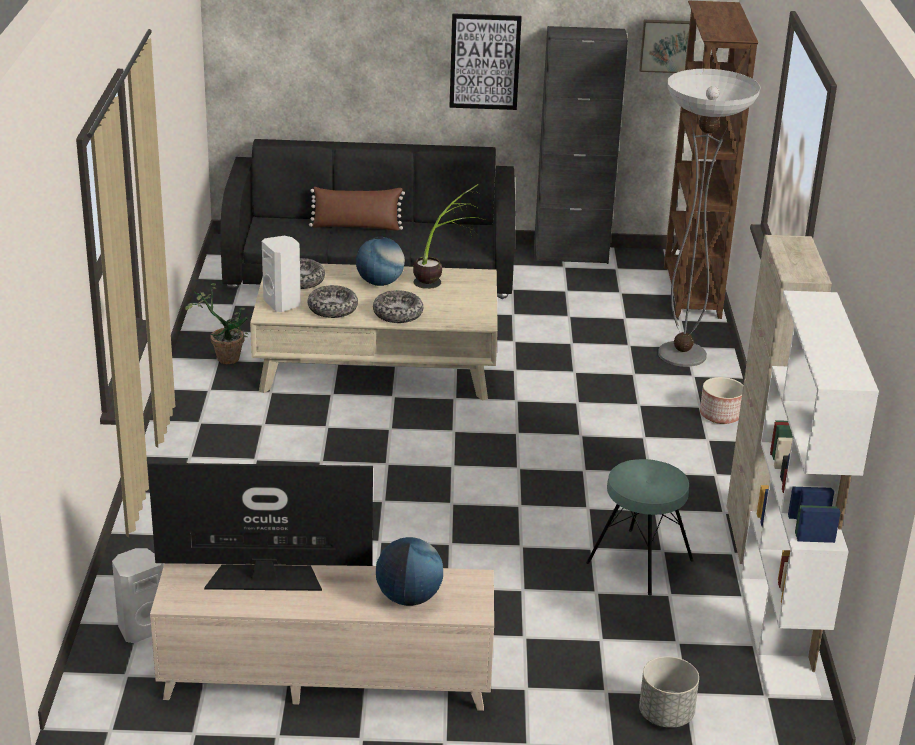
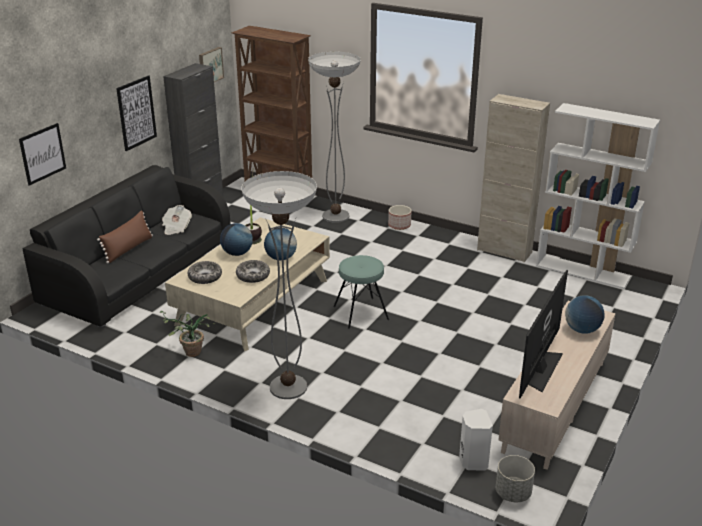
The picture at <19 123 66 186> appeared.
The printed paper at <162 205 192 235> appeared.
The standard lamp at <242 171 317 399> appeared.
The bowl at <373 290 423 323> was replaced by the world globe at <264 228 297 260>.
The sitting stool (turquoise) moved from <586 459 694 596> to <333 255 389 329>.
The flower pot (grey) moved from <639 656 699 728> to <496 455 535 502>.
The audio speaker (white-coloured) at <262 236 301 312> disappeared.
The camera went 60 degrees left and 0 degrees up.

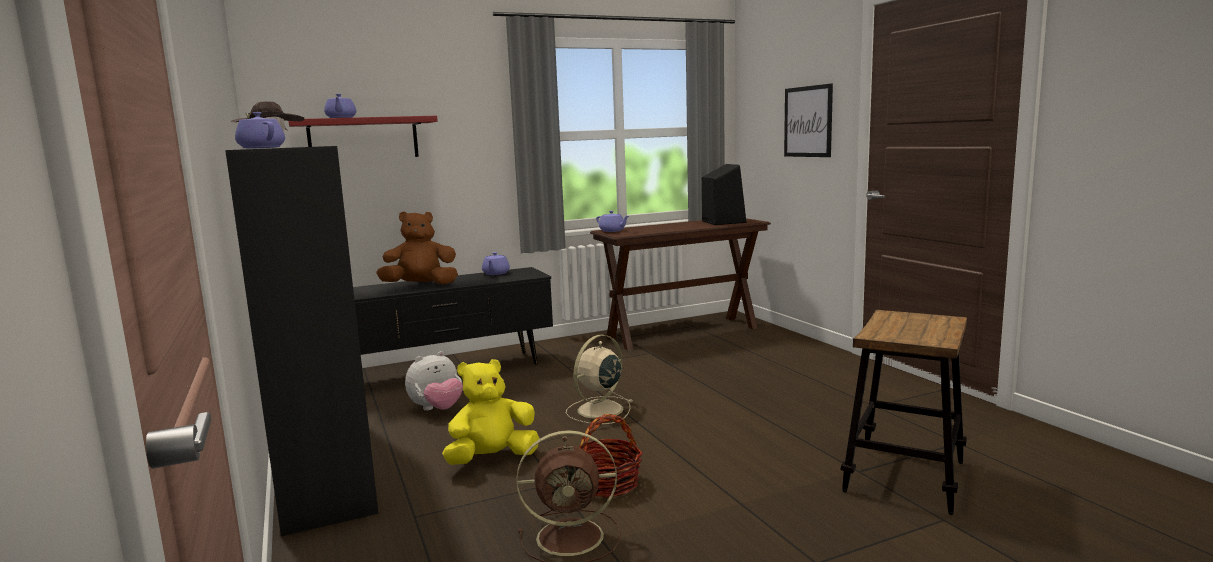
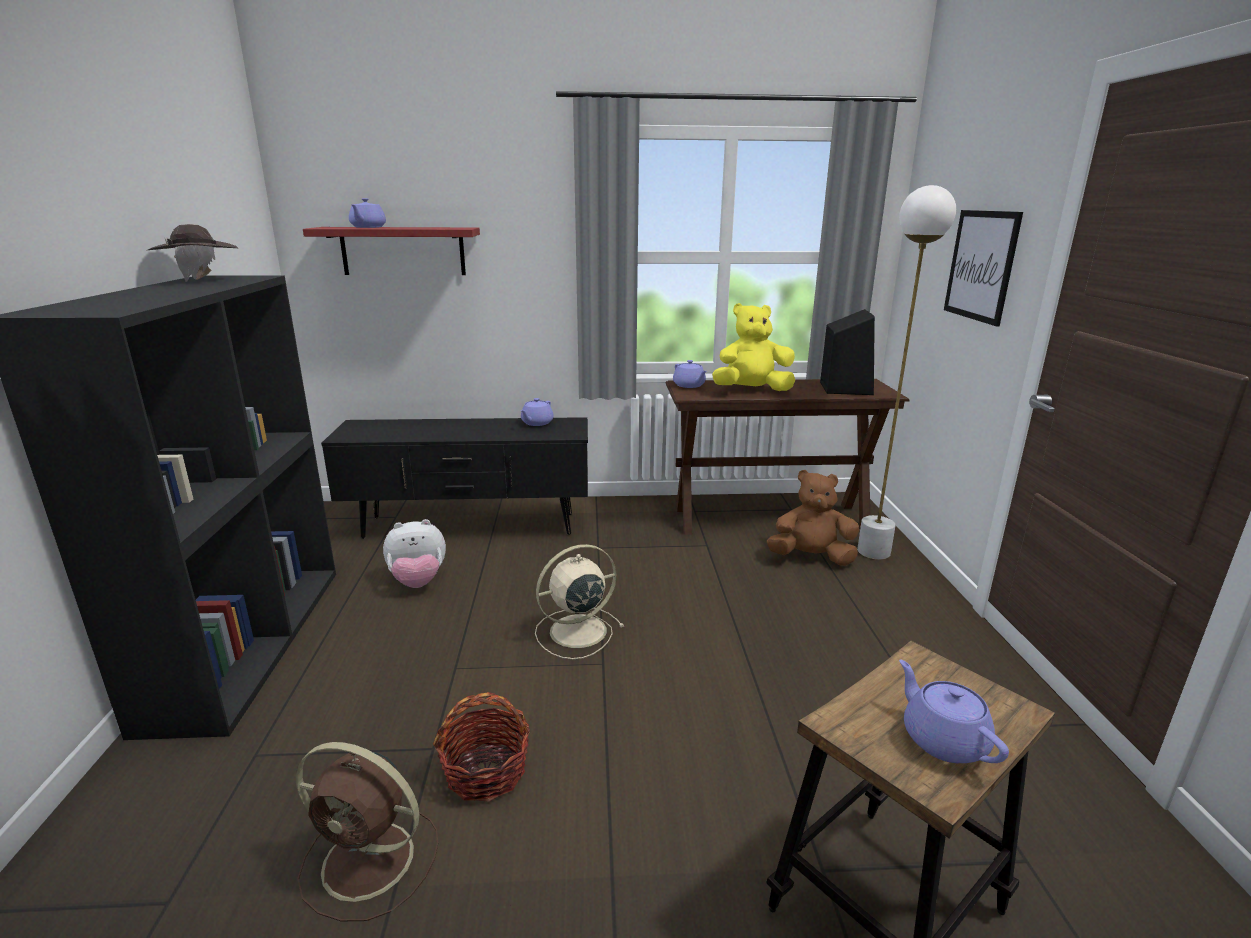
The cuddly toy (yellow-coloured) moved from <442 359 539 465> to <712 303 795 391>.
The cuddly toy (brown) moved from <376 211 458 285> to <767 470 859 566>.
The standard lamp (white-coloured) at <857 185 956 560> appeared.
The tea pot (purple-coloured) moved from <235 112 285 149> to <899 659 1009 763>.
The camera went 20 degrees right and 10 degrees up.

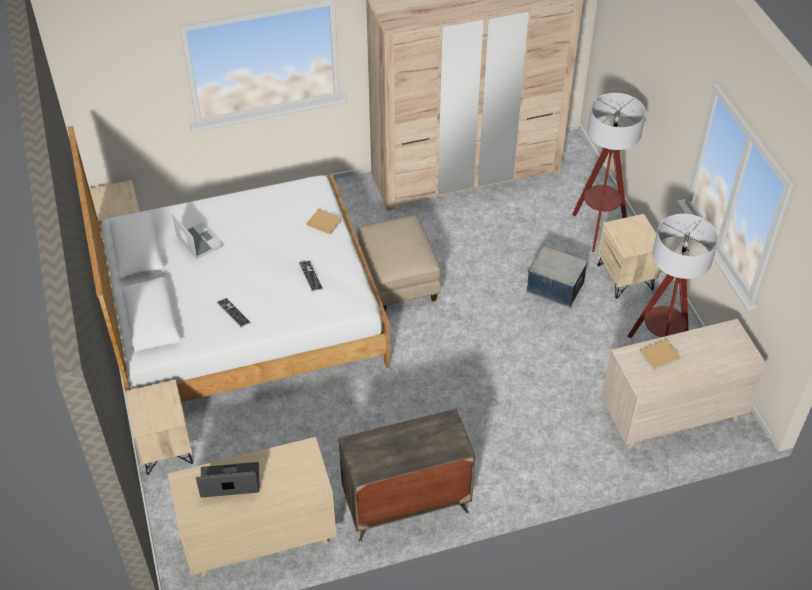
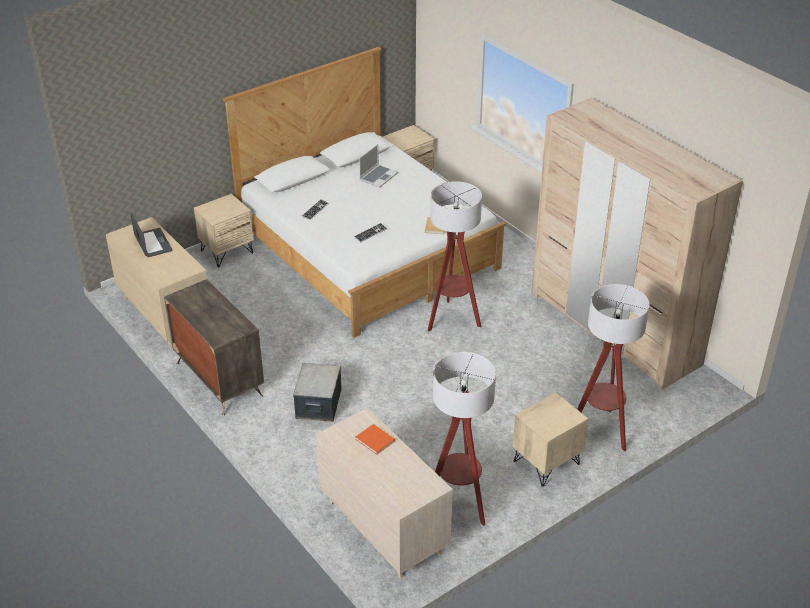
The storage bin moved from <527 246 588 308> to <293 363 342 422>.
The bound book (sand-coloured) at <640 340 680 370> became the bound book (orange) at <355 424 395 455>.
The footrest (sand-coloured) at <357 215 441 312> was replaced by the standard lamp at <428 181 482 331>.
The camera went 70 degrees right and 10 degrees down.

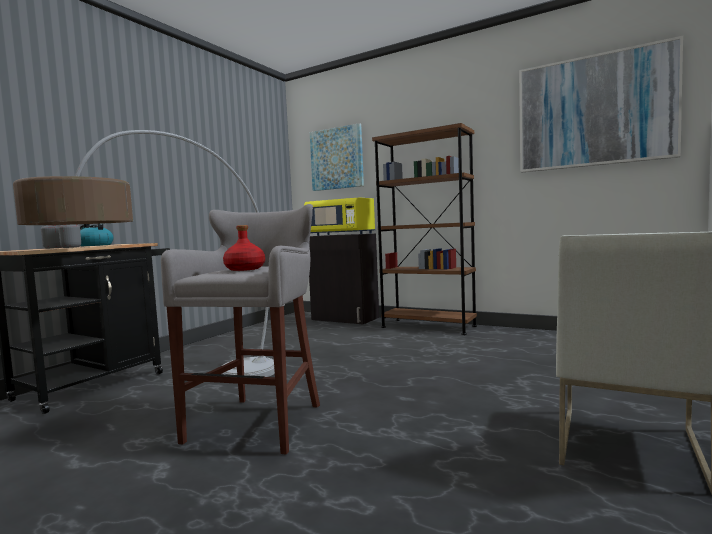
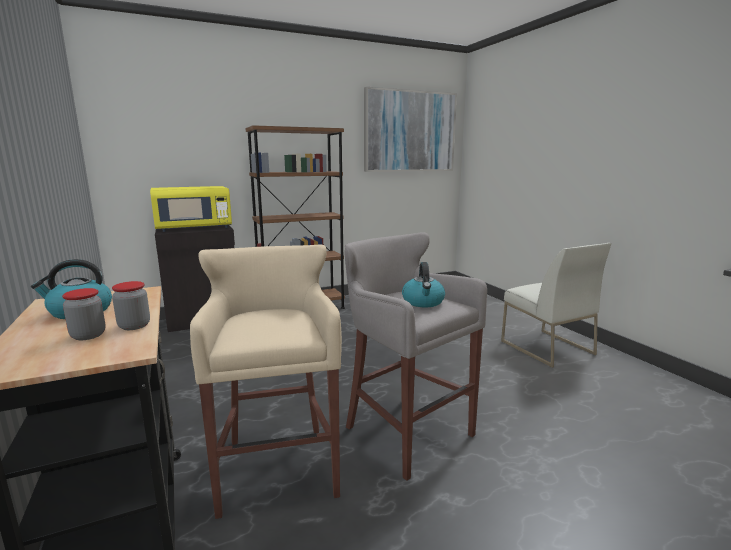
The standard lamp at <13 130 275 377> was replaced by the sitting stool (sand-coloured) at <190 244 342 519>.
The drink bottle (red) at <223 225 265 271> was replaced by the kettle at <402 262 445 307>.
The picture at <310 123 364 191> disappeared.
The camera went 55 degrees left and 10 degrees up.

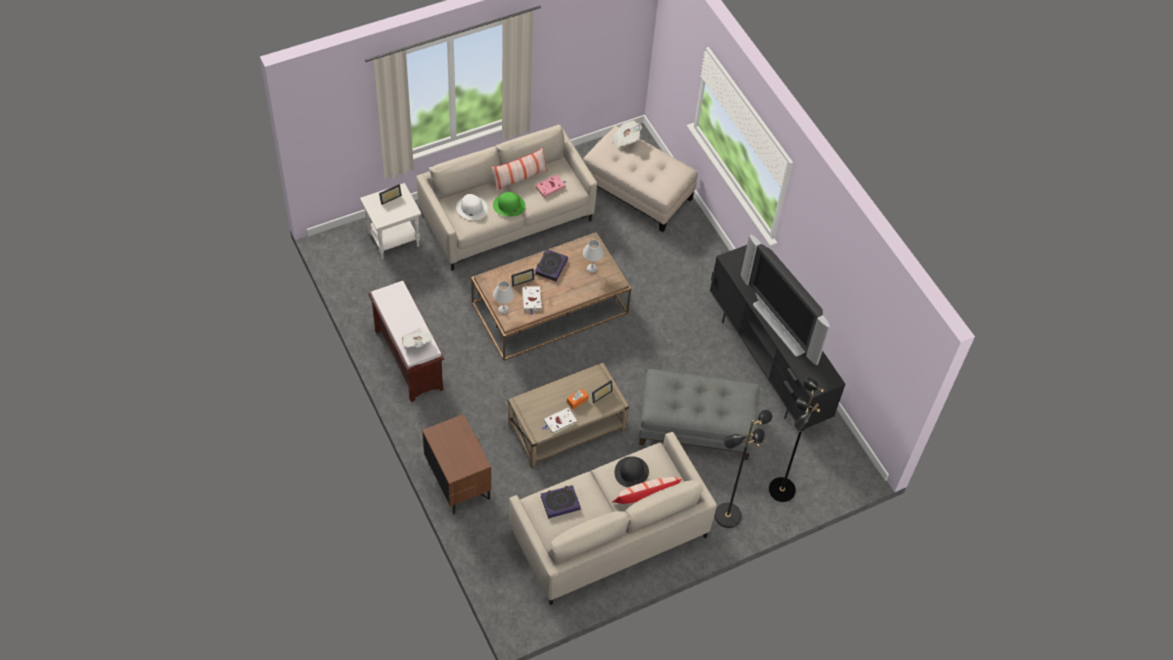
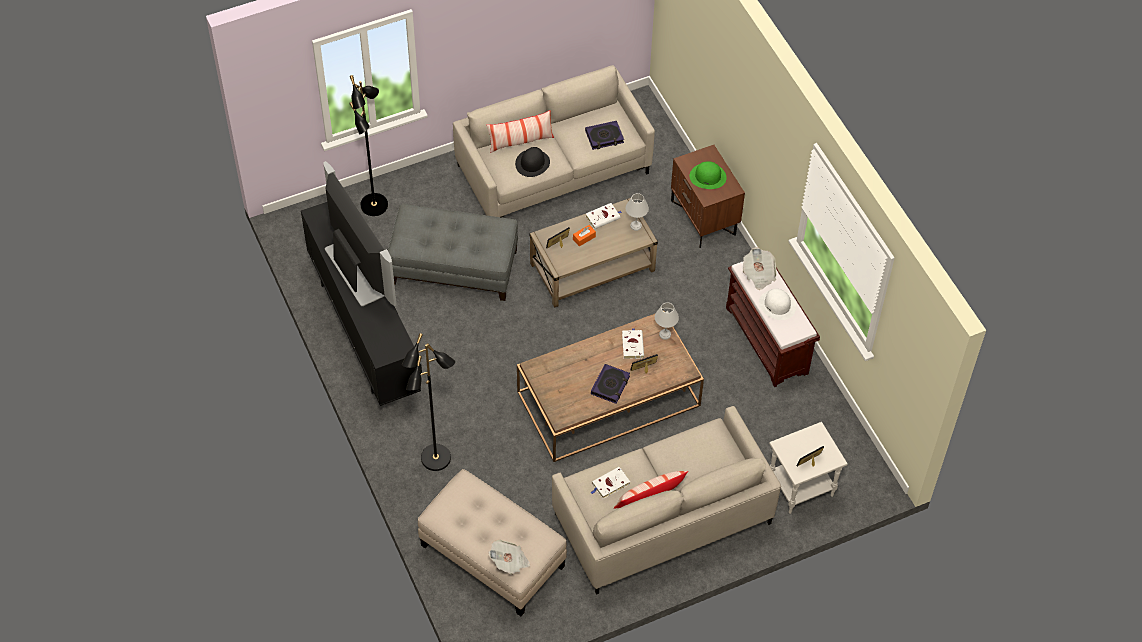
The standard lamp (black) moved from <714 410 772 528> to <402 333 455 471>.
The bound book (pink-coloured) at <535 174 566 198> became the bound book (white-coloured) at <590 467 630 499>.
The table lamp (white-coloured) moved from <583 240 604 273> to <626 193 649 231>.
The hat (greenish) moved from <493 192 526 217> to <690 161 727 189>.
The hat (white-coloured) moved from <456 194 488 220> to <759 288 796 320>.
The camera went 175 degrees left and 0 degrees up.

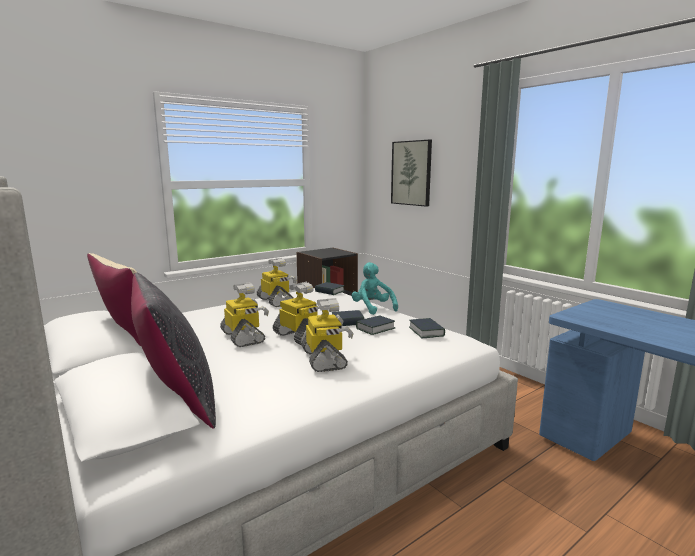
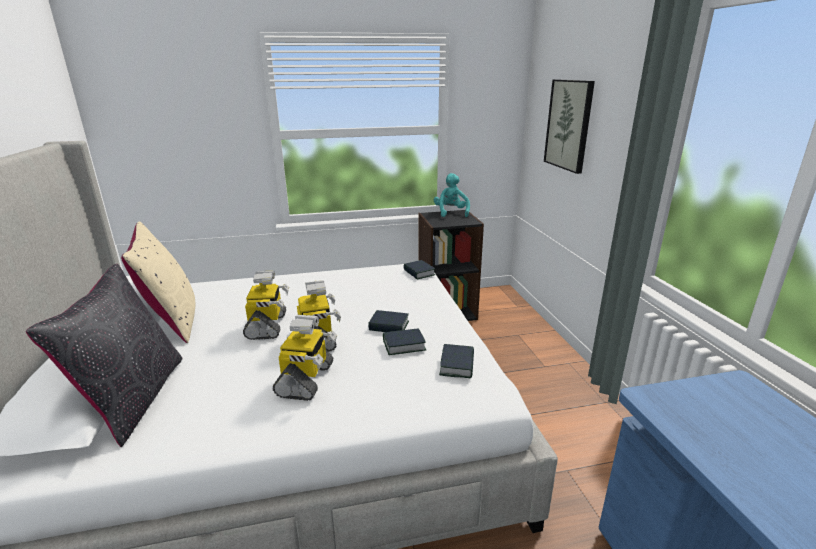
The cuddly toy (turquoise) moved from <352 262 398 315> to <434 173 470 217>.
The toy robot at <257 258 297 307> disappeared.
The camera went 25 degrees right and 10 degrees up.

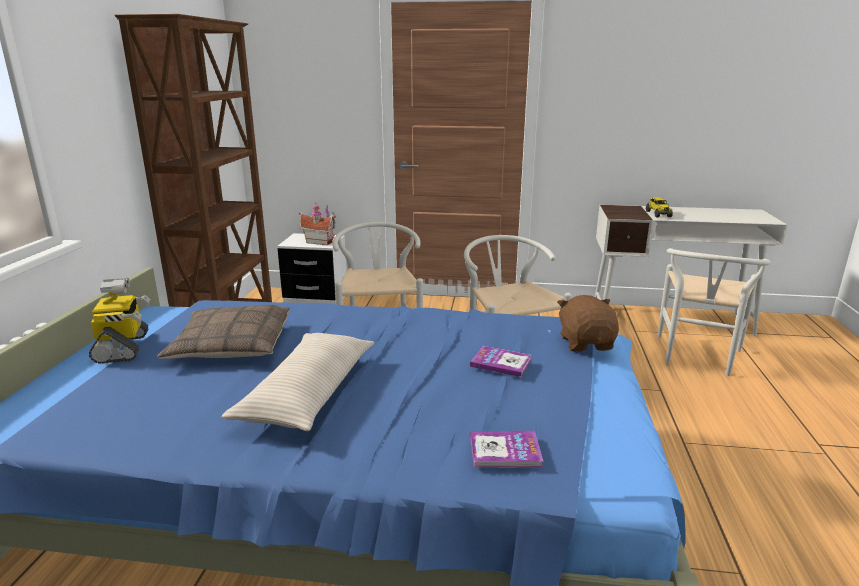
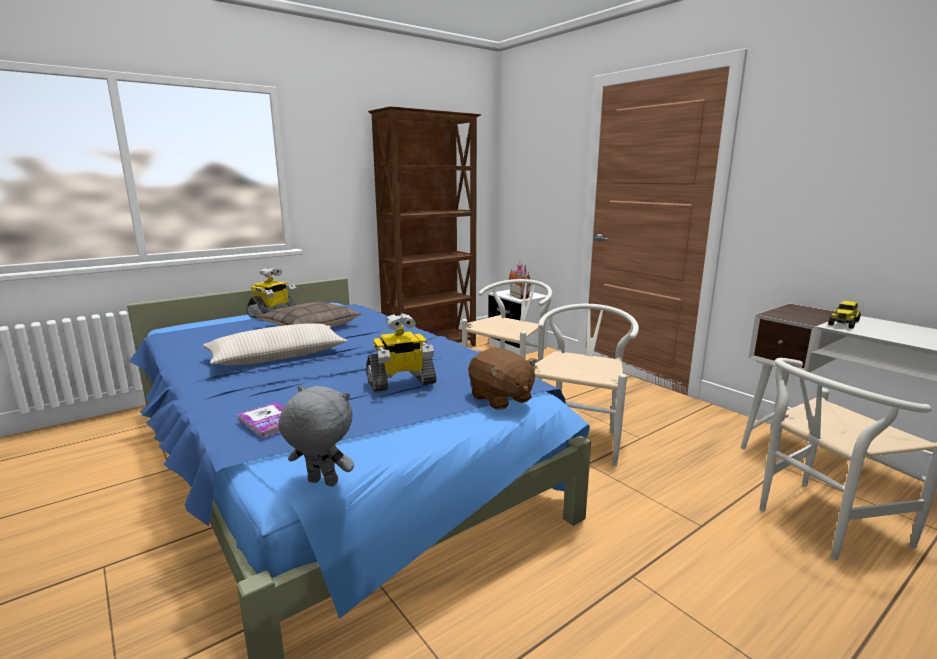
The cuddly toy (grey) at <278 386 354 486> appeared.
The bound book at <470 346 531 377> was replaced by the toy robot at <366 313 437 392>.
The cuddly toy (brown) at <557 295 619 352> turned 105 degrees clockwise.
The camera went 45 degrees right and 5 degrees down.

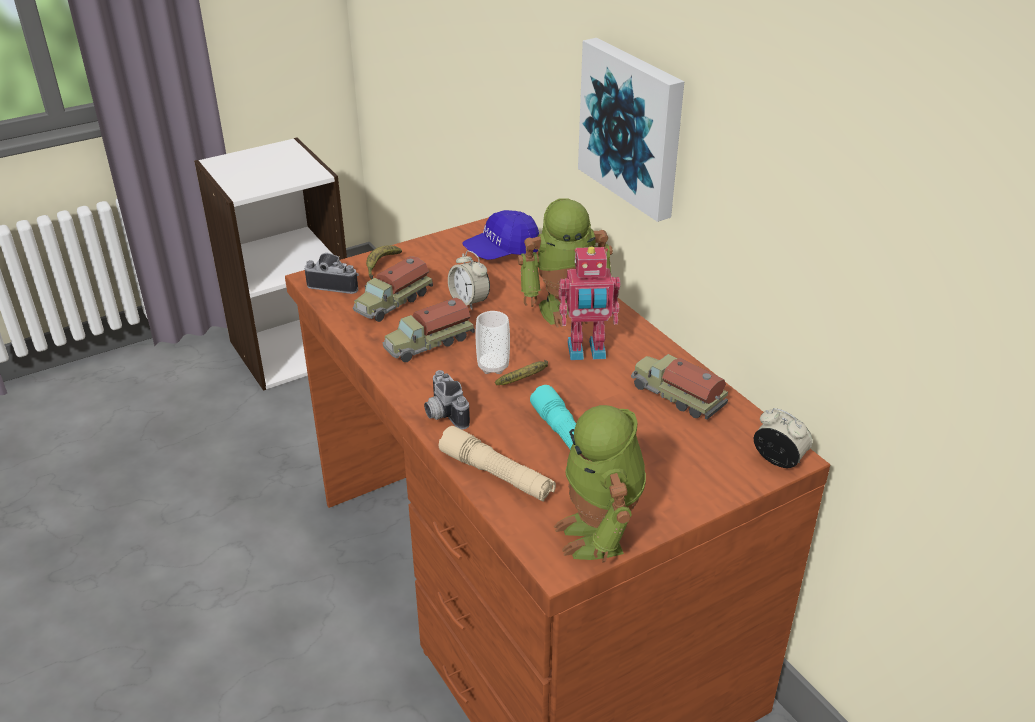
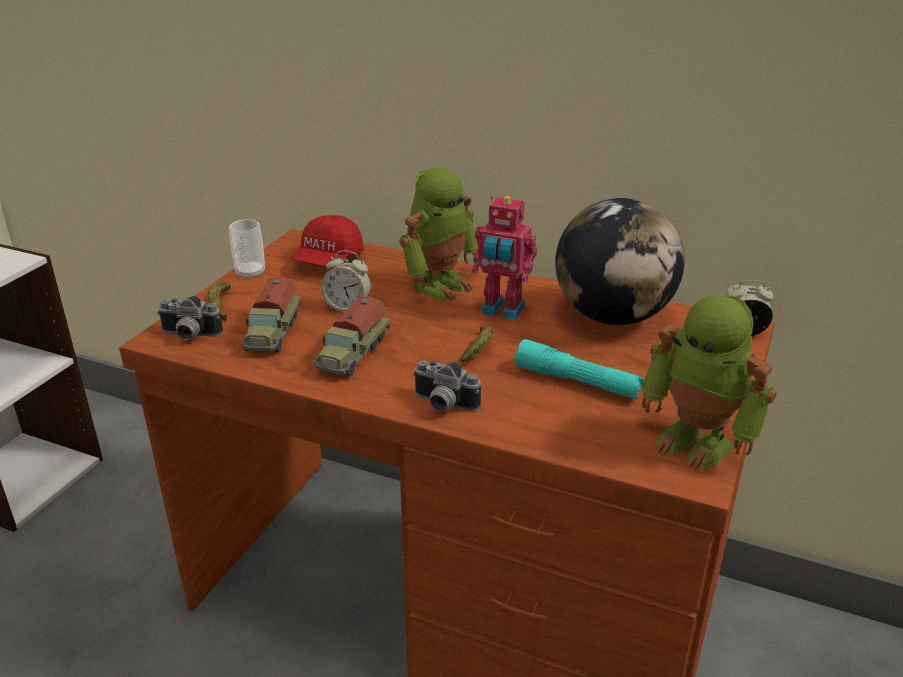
The photo camera at <305 253 359 294> turned 150 degrees counterclockwise.
The small cup moved from <475 311 510 374> to <229 219 265 280>.
The baseball cap (blue-coloured) at <462 210 539 260> became the baseball cap (red) at <290 215 364 266>.
The toy robot at <558 247 620 360> turned 60 degrees clockwise.
The toy lorry at <631 354 728 420> was replaced by the world globe at <555 198 684 325>.
The torch (sand-coloured) at <439 426 556 502> disappeared.
The picture at <578 38 684 222> disappeared.
The camera went 35 degrees left and 5 degrees down.

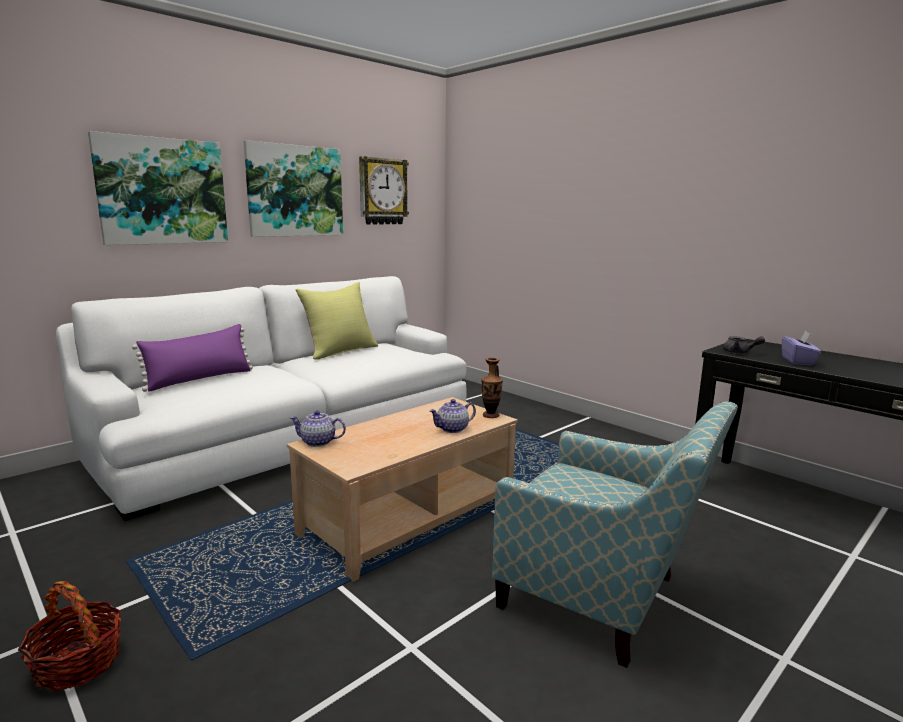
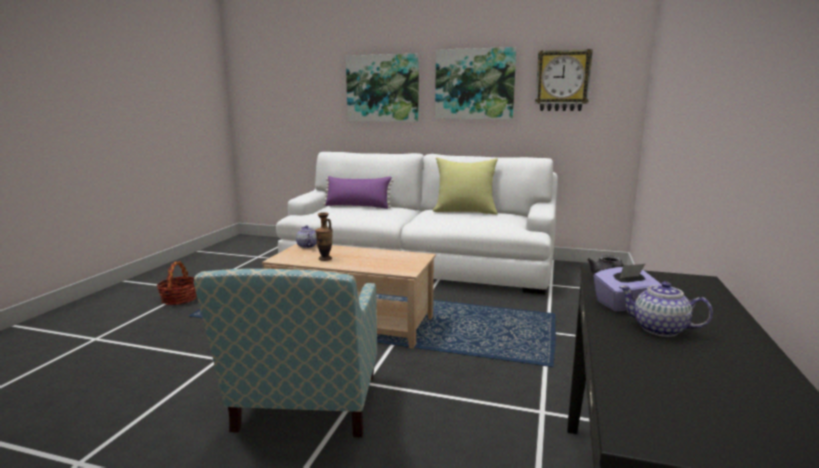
The flower vase moved from <481 358 503 418> to <315 212 333 261>.
The tea pot moved from <429 399 476 433> to <619 281 713 337>.
The camera went 60 degrees right and 0 degrees up.

